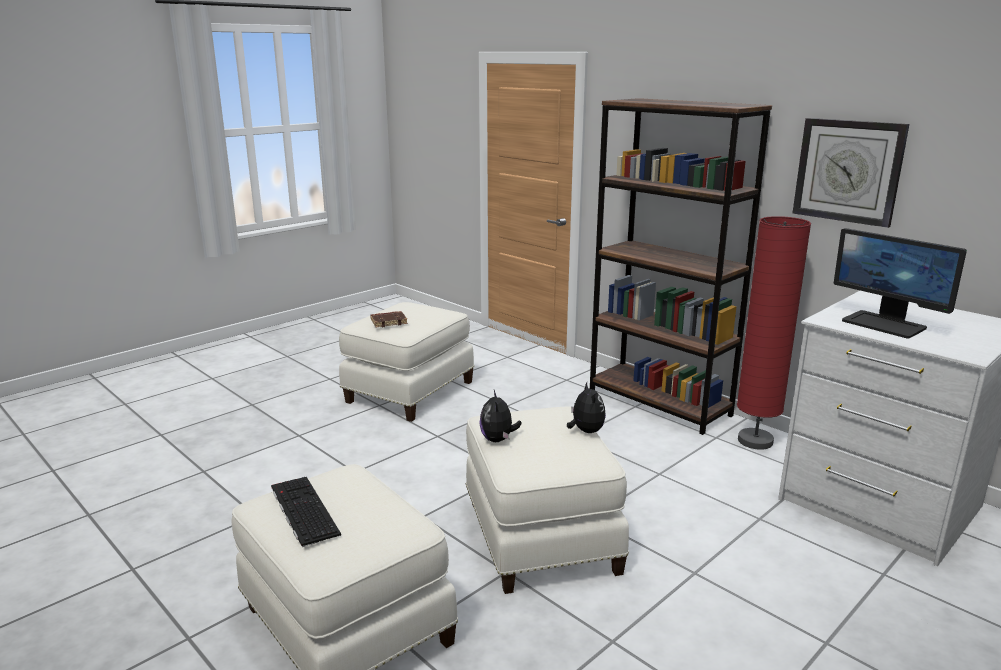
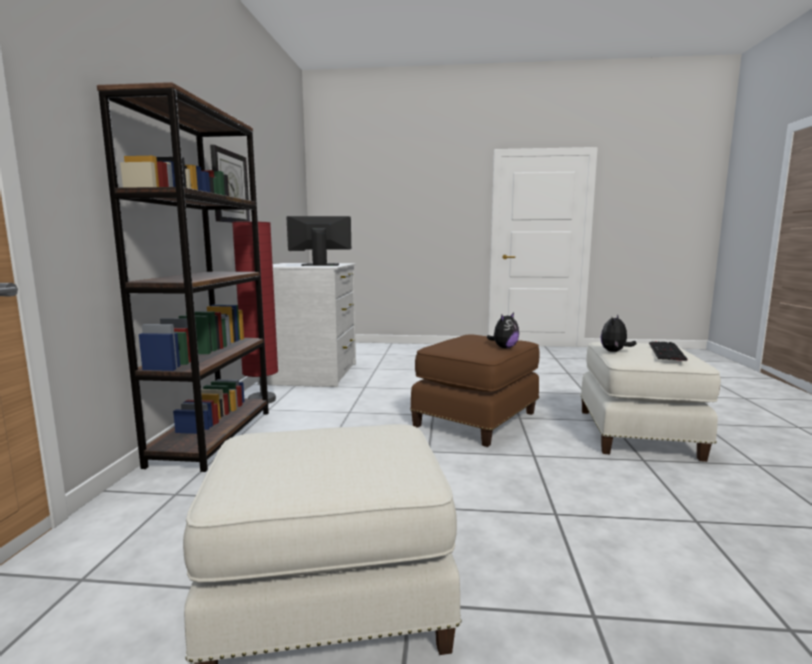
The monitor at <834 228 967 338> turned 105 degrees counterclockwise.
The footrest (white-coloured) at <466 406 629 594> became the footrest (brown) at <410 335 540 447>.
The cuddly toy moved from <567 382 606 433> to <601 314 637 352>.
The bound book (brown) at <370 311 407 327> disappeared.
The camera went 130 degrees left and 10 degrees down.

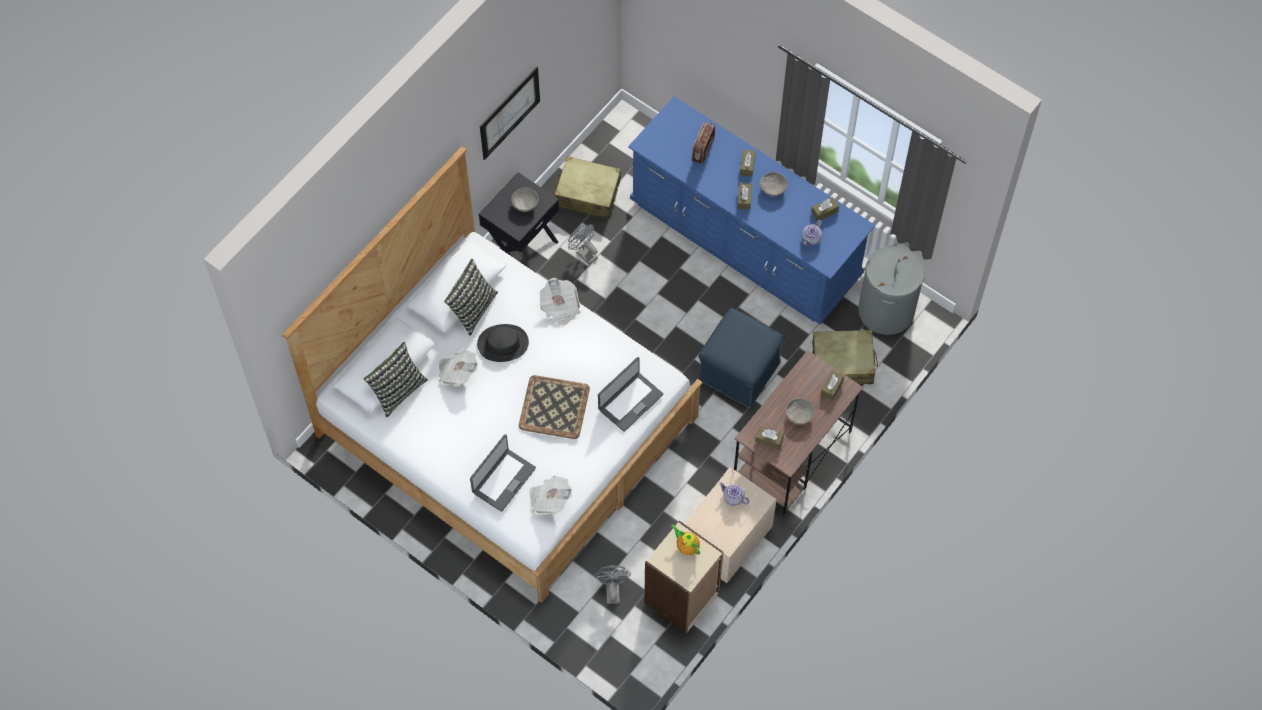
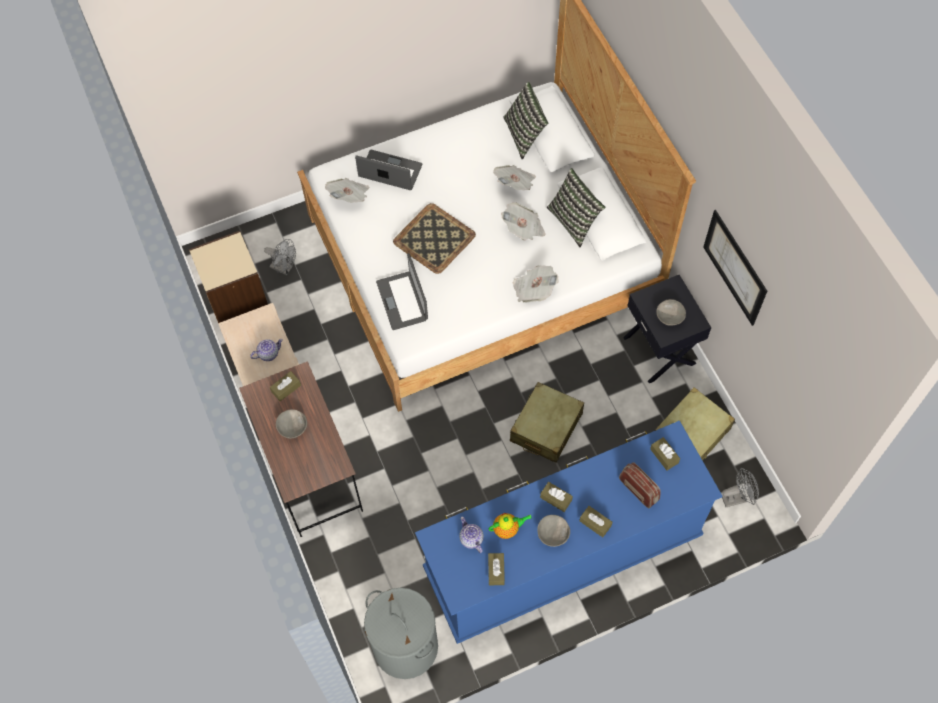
The notebook computer at <470 434 536 512> turned 135 degrees clockwise.
The tea pot moved from <671 524 700 555> to <489 513 532 539>.
The hat (black) at <477 324 529 362> was replaced by the printed paper at <501 203 545 241>.
The piece of luggage (sand-coloured) moved from <812 330 878 384> to <510 382 584 463>.
The tissue holder (brown) moved from <821 370 844 400> to <650 437 680 470>.
The cooling fan (grey) moved from <568 225 598 265> to <722 468 759 507>.
The footrest (blue-coloured) at <698 308 785 408> disappeared.
The camera went 120 degrees right and 0 degrees up.

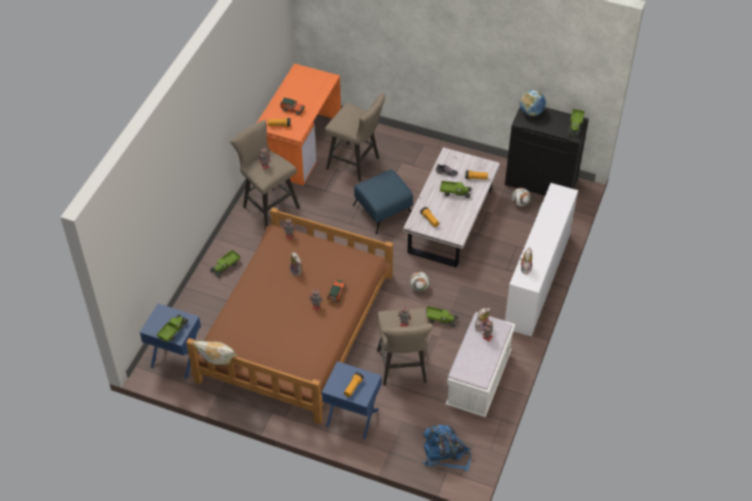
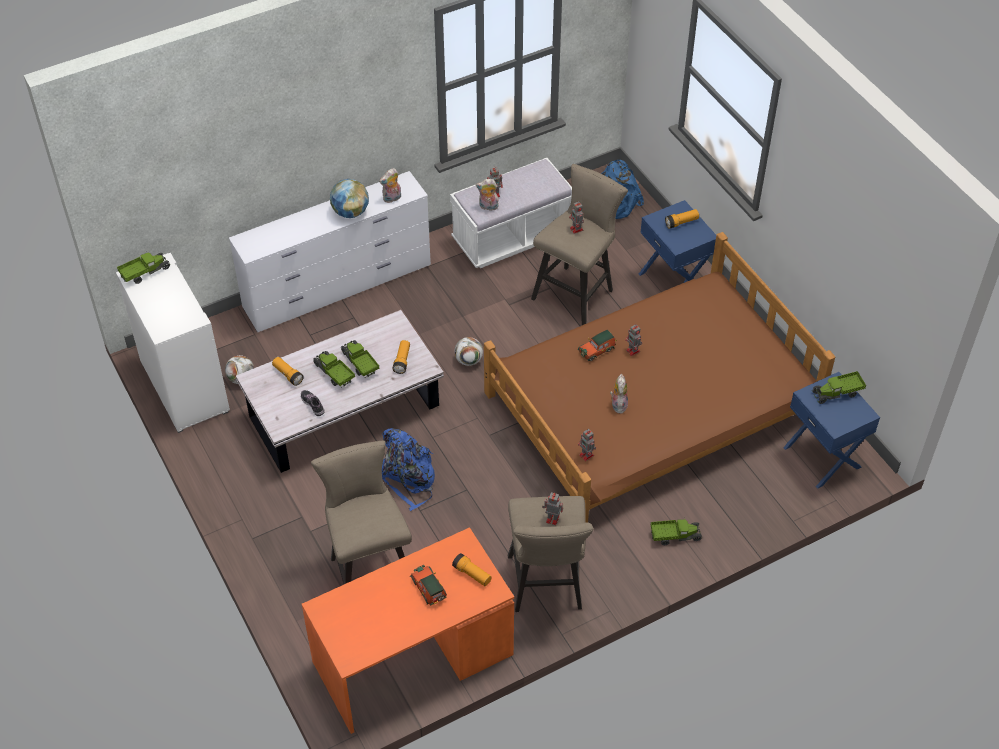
The cabinet (black) at <505 107 589 196> became the cabinet (white-coloured) at <116 253 230 433>.
The world globe moved from <519 90 546 116> to <330 179 369 218>.
The toy lorry moved from <426 306 458 327> to <341 340 379 377>.
The footrest (blue-coloured) at <353 169 413 235> was replaced by the rucksack (blue-coloured) at <382 428 435 511>.
The cushion at <192 341 237 365> disappeared.
The camera went 140 degrees left and 0 degrees up.

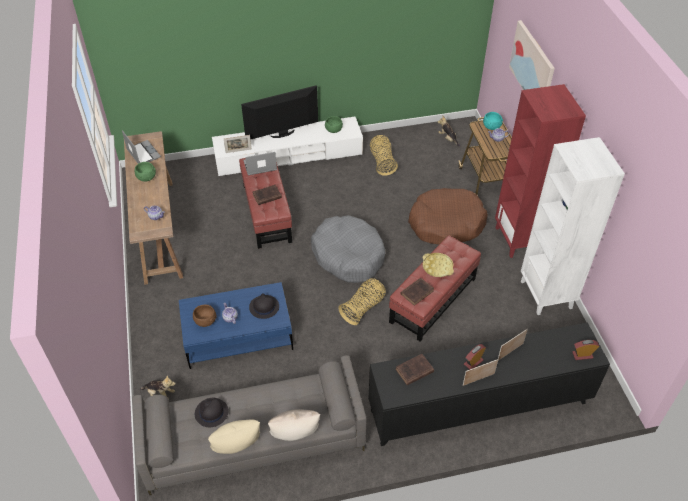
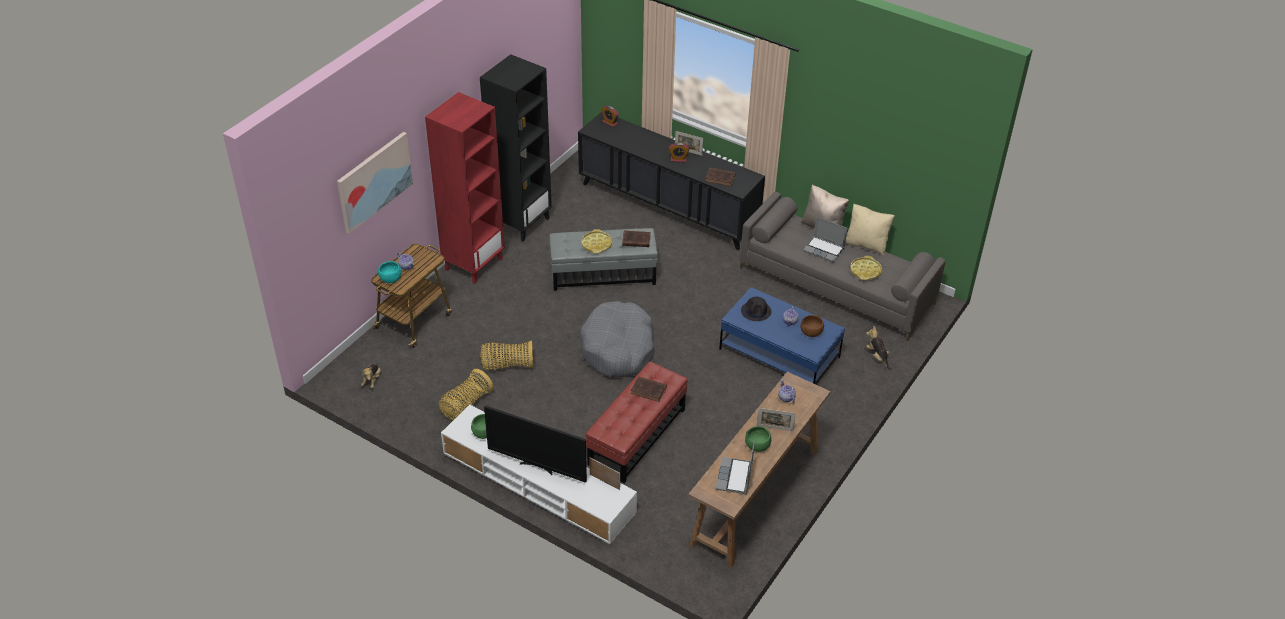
The bookcase (white-coloured) at <521 137 625 315> became the bookcase (black) at <480 54 552 242>.
The household basket moved from <338 278 386 325> to <480 340 533 370>.
The footrest (red) at <389 235 481 342> became the footrest (grey) at <549 228 658 291>.
The photo frame moved from <498 329 528 360> to <757 408 796 431>.
The notebook computer moved from <243 152 277 175> to <803 217 848 262>.
The hat (black) at <195 398 228 427> was replaced by the carrying tray (yellow-coloured) at <850 256 882 280>.
The dog cushion (brown) at <408 188 488 245> disappeared.
The camera went 135 degrees left and 5 degrees down.

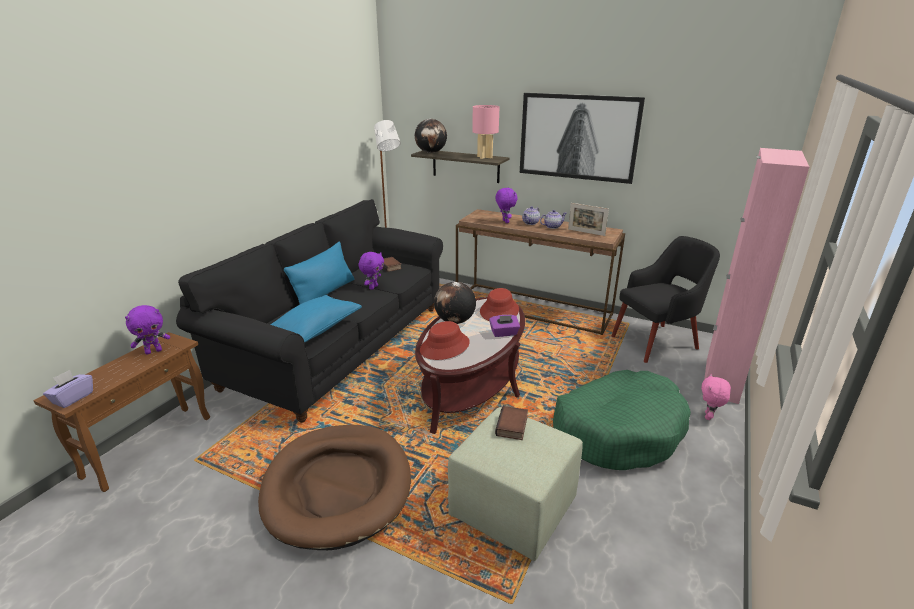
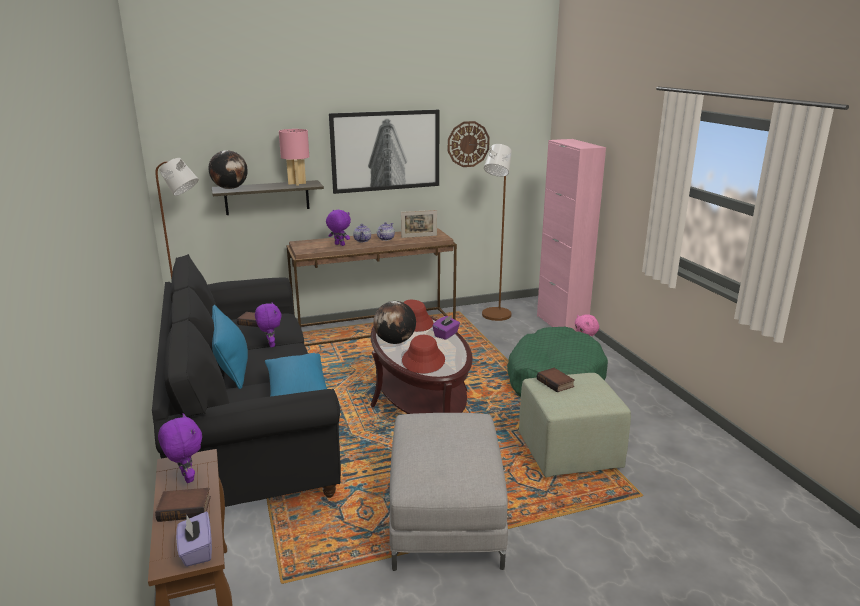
The bound book at <155 488 211 522> appeared.
The cuddly toy (purple-coloured) at <125 305 170 355> turned 45 degrees counterclockwise.
The dog cushion (brown) at <258 425 411 550> was replaced by the footrest (grey) at <389 413 508 571>.
The wall clock at <448 121 490 167> appeared.
The armchair (black) at <612 236 720 363> was replaced by the standard lamp (brown) at <482 144 512 321>.
The camera went 45 degrees left and 5 degrees down.

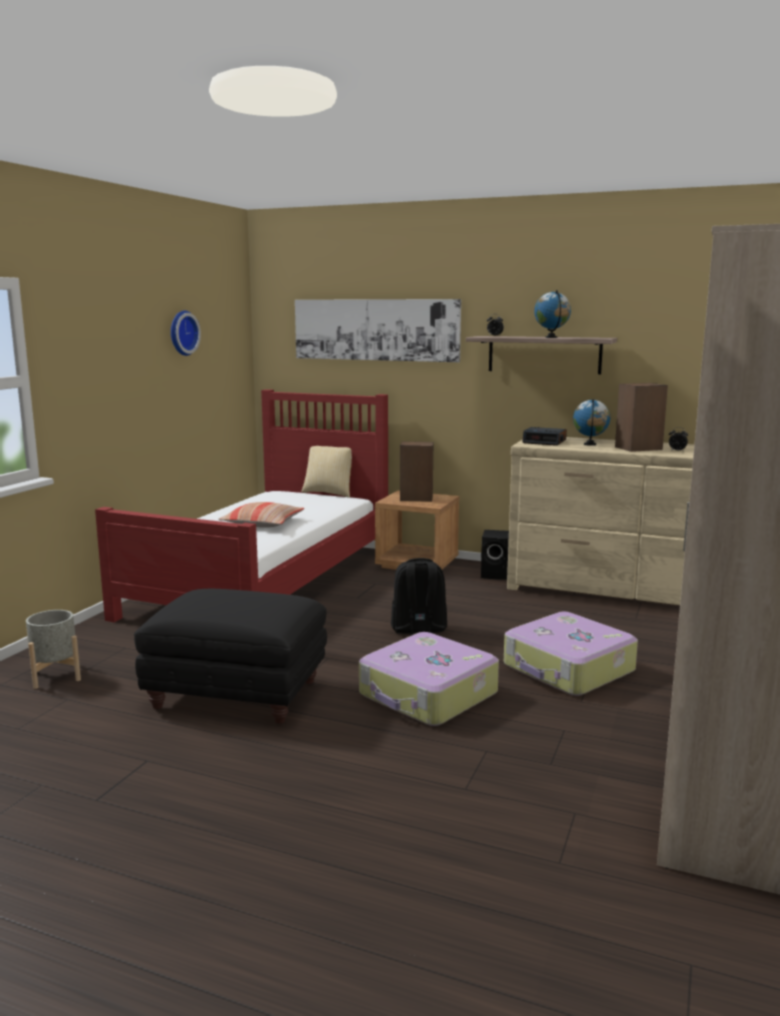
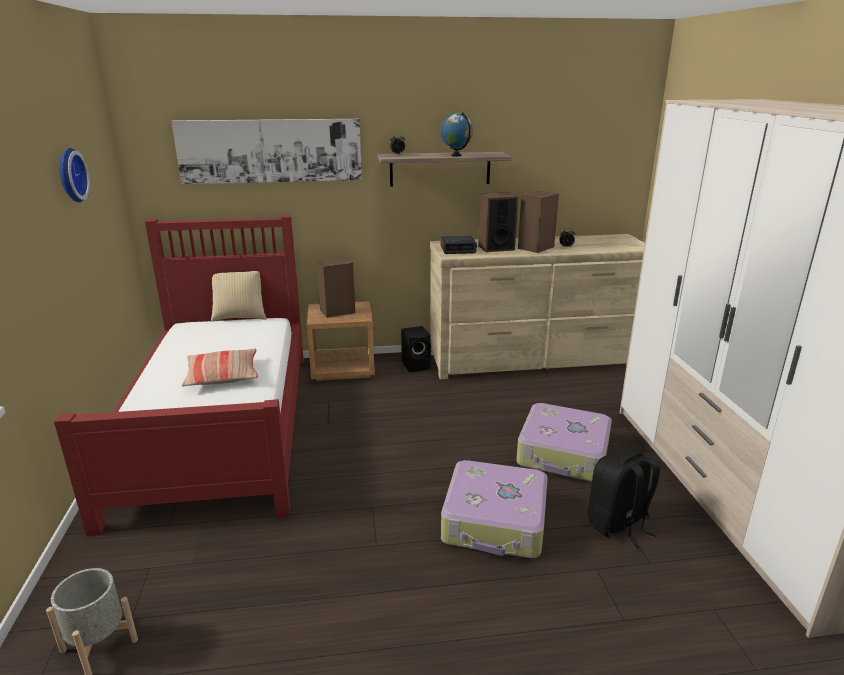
The world globe at <573 399 610 446> was replaced by the audio speaker at <478 192 518 252>.
The rucksack (black) moved from <391 558 447 635> to <588 449 660 548>.
The footrest (black) at <134 589 327 724> disappeared.
The camera went 30 degrees left and 10 degrees up.

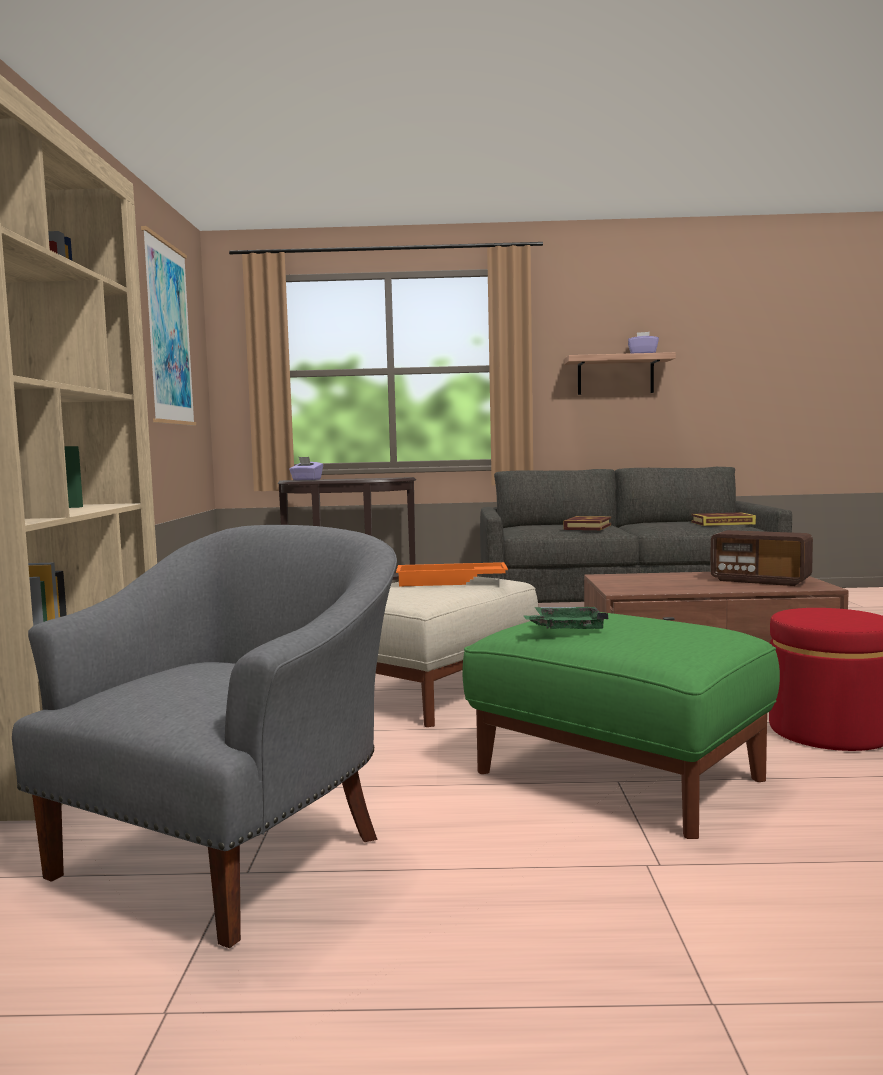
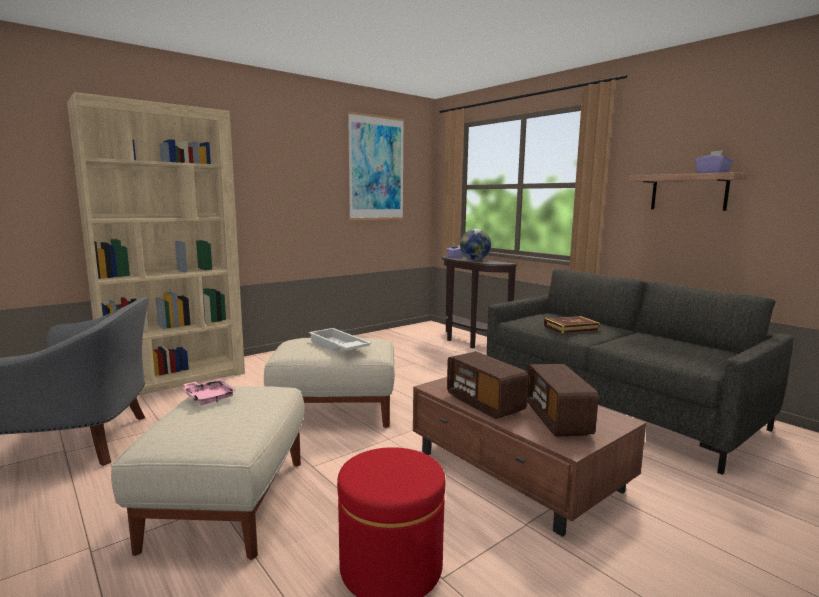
The footrest (greenish) at <462 612 780 839> became the footrest (sand-coloured) at <111 386 305 560>.
The carrying tray (greenish) at <524 607 609 629> became the carrying tray (pink-coloured) at <183 379 236 405>.
The carrying tray (orange) at <396 562 508 586> became the carrying tray (white-coloured) at <309 328 372 351>.
The radio receiver at <447 352 528 419> appeared.
The world globe at <460 229 491 260> appeared.
The bound book at <691 512 756 526> disappeared.
The camera went 50 degrees right and 5 degrees up.

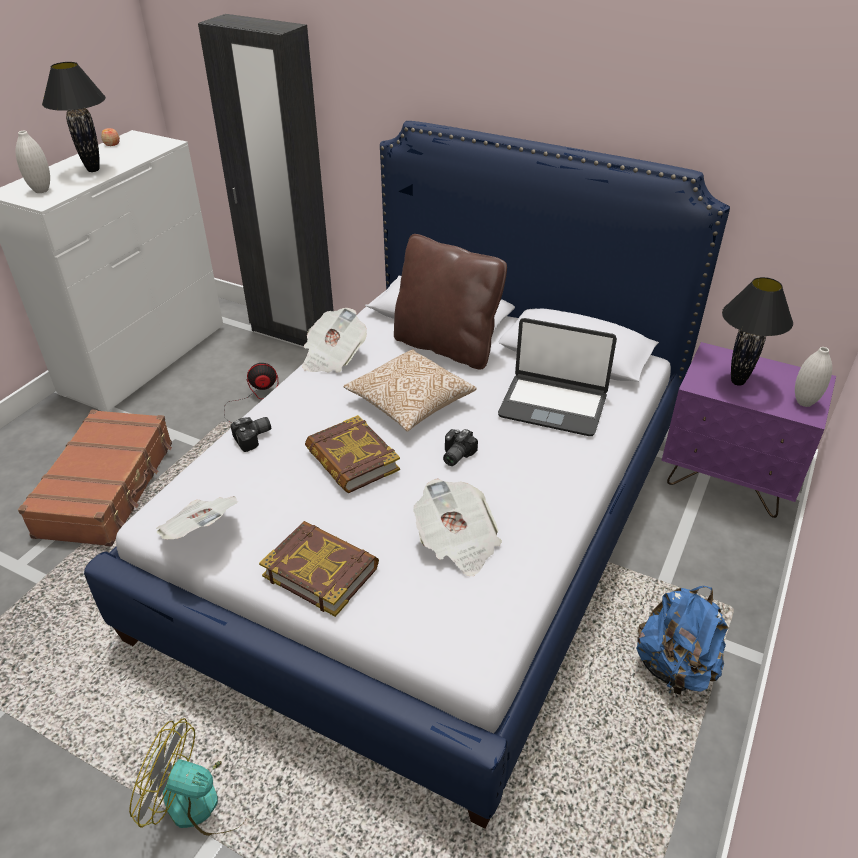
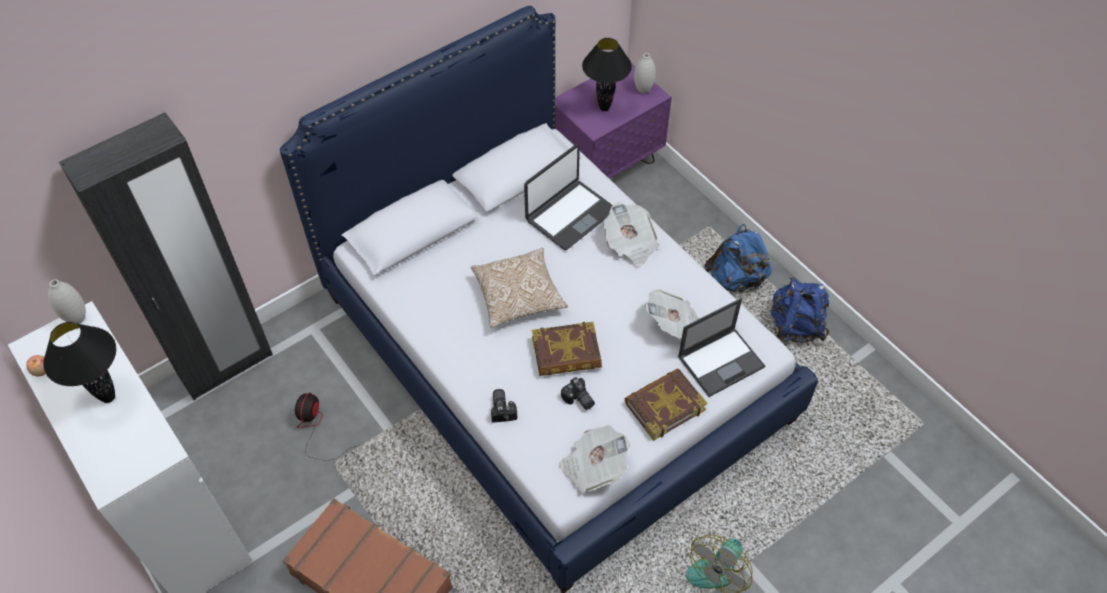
The flower vase (white-coloured) moved from <16 131 50 193> to <48 279 86 324>.
The photo camera moved from <443 429 478 466> to <561 377 595 410>.
The printed paper moved from <302 308 367 373> to <603 202 659 267>.
The notebook computer at <678 298 765 397> appeared.
The rucksack (blue-coloured) at <771 277 829 343> appeared.
The cushion (brown) at <394 234 507 369> disappeared.
The camera went 65 degrees left and 15 degrees up.

